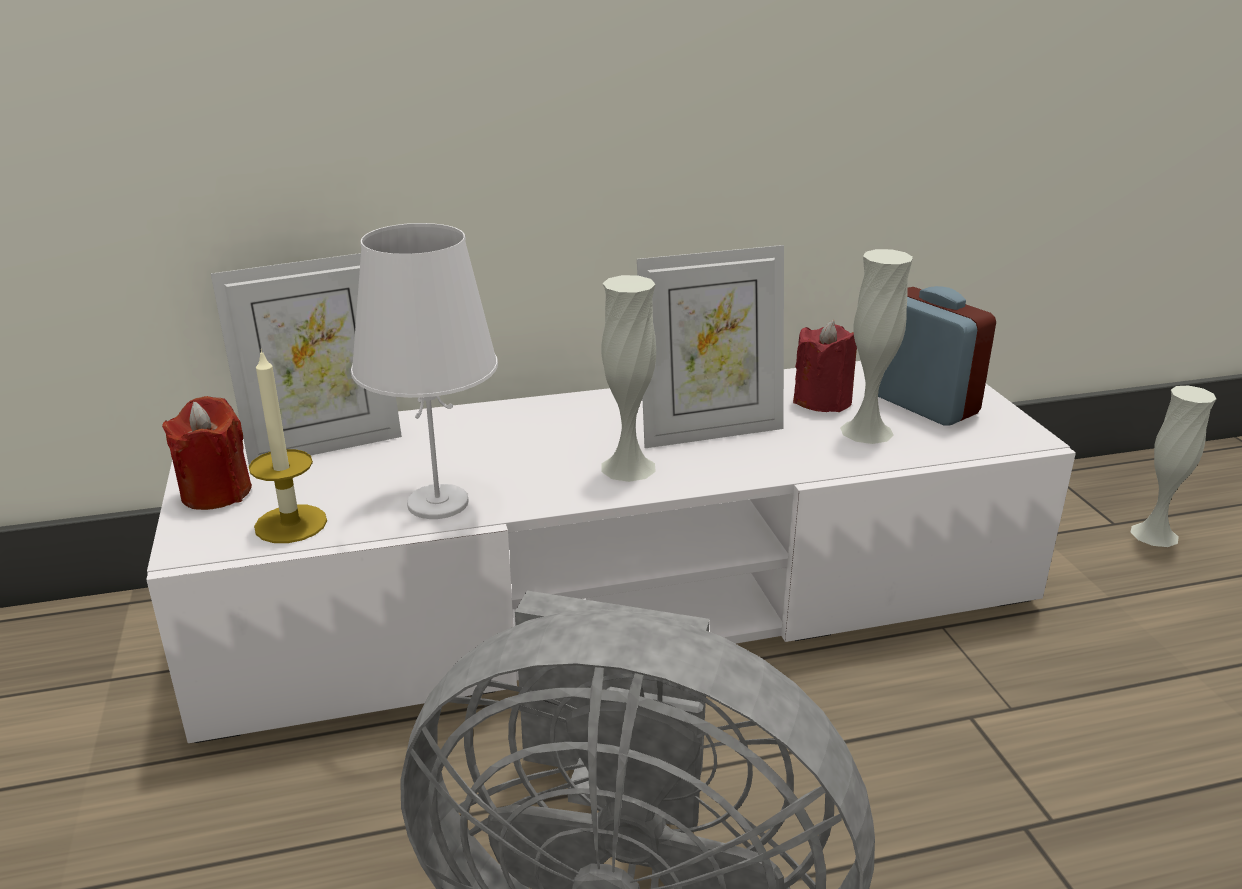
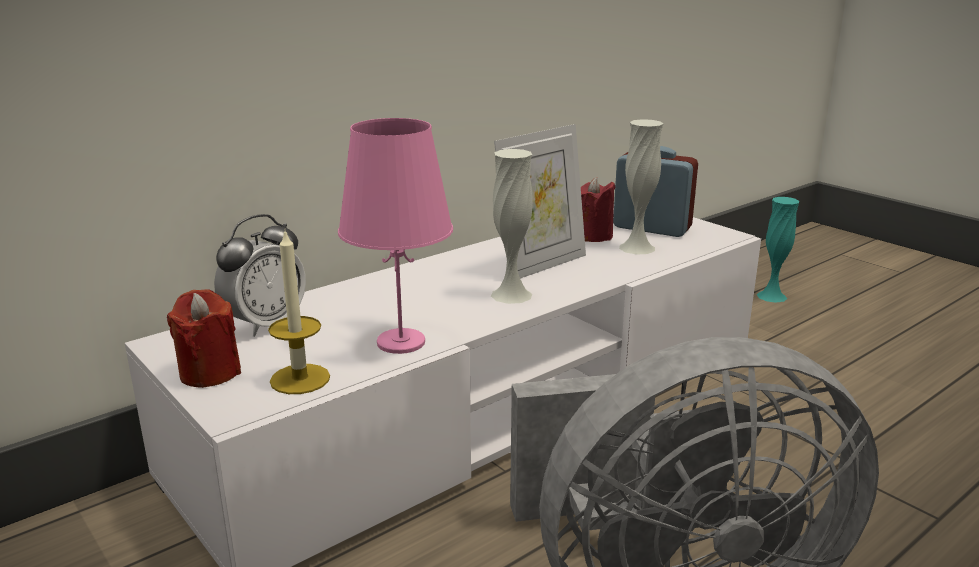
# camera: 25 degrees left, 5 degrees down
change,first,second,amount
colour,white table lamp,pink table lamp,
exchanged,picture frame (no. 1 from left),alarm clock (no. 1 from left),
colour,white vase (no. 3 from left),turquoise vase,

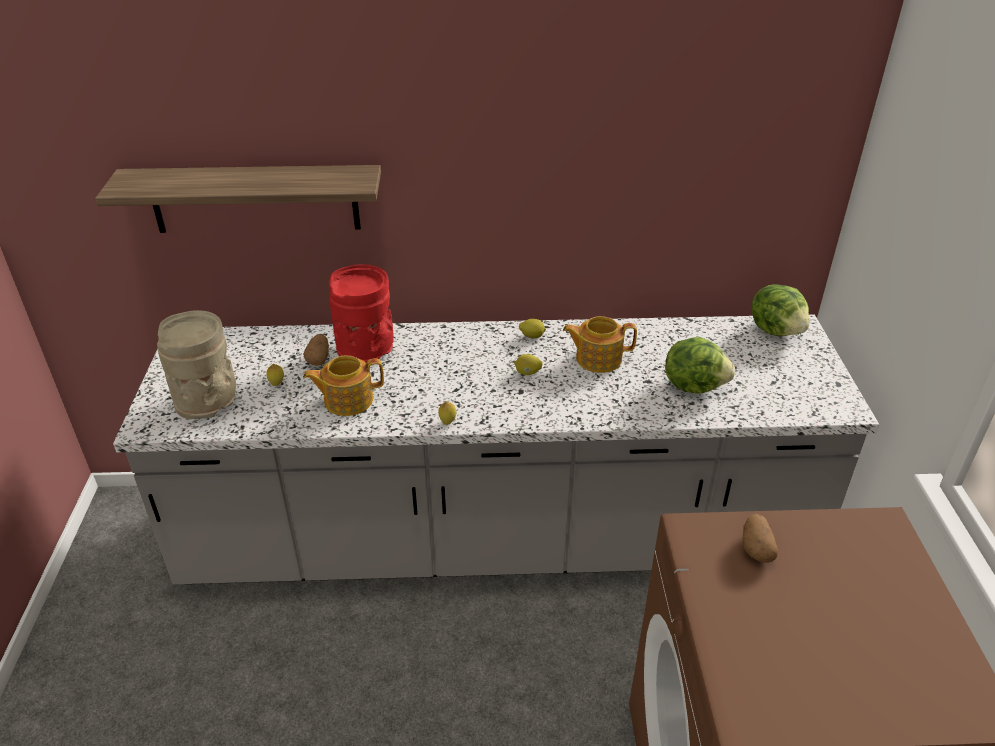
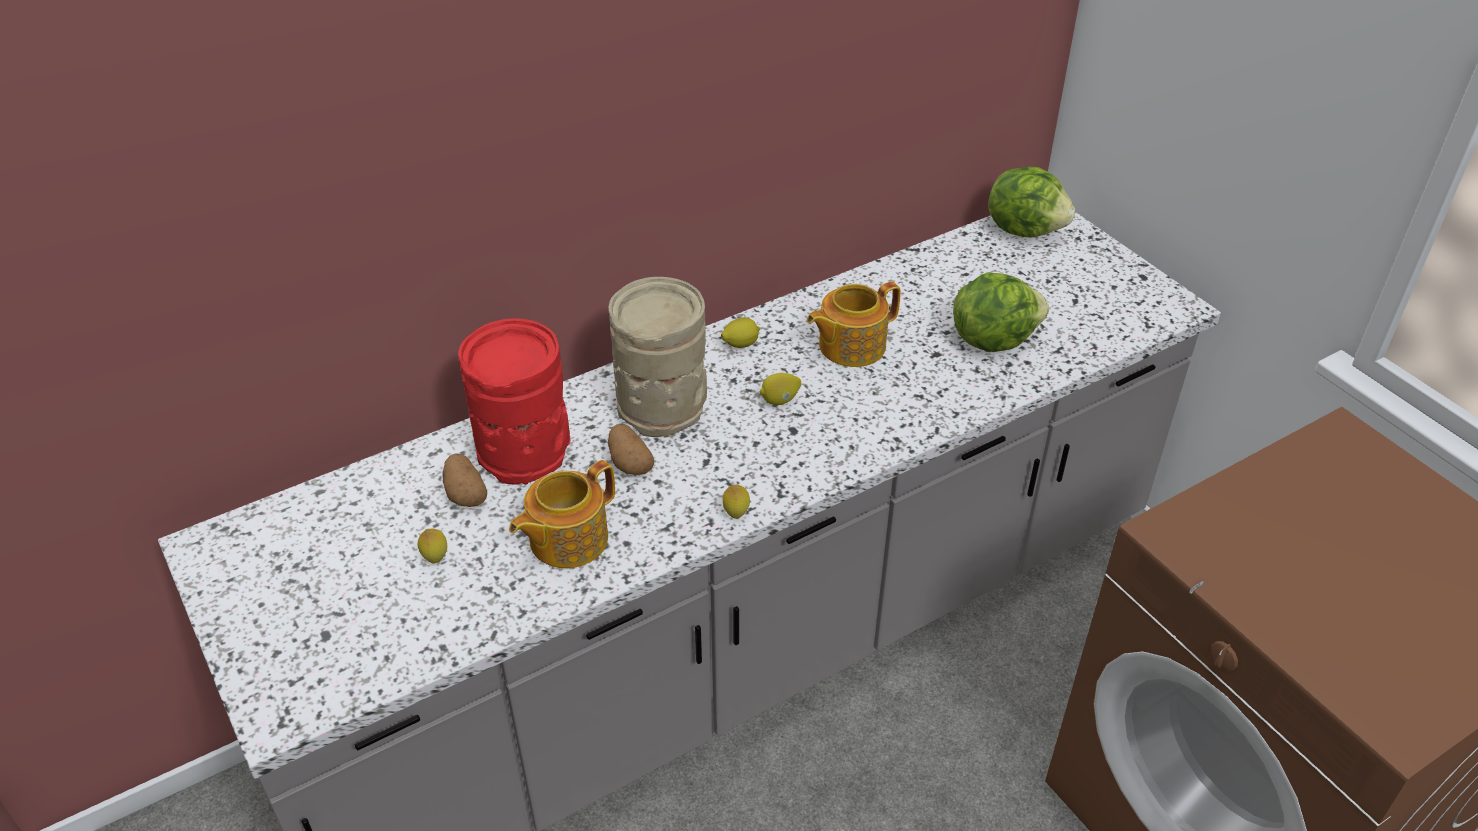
# camera: 30 degrees left, 5 degrees up
change,first,second,amount
missing,shelf,,
relocated,beige vase,,
relocated,potato (no. 2 from left),,

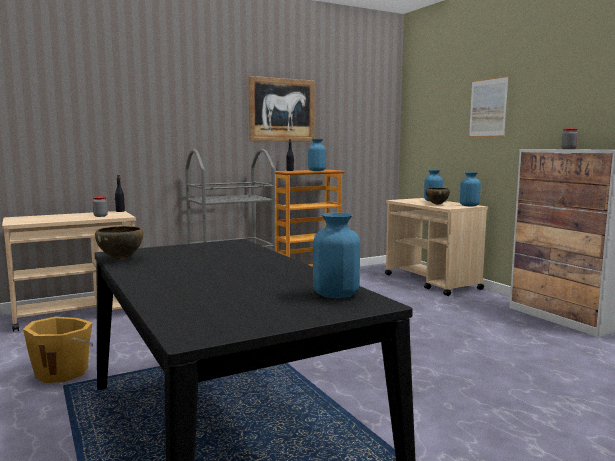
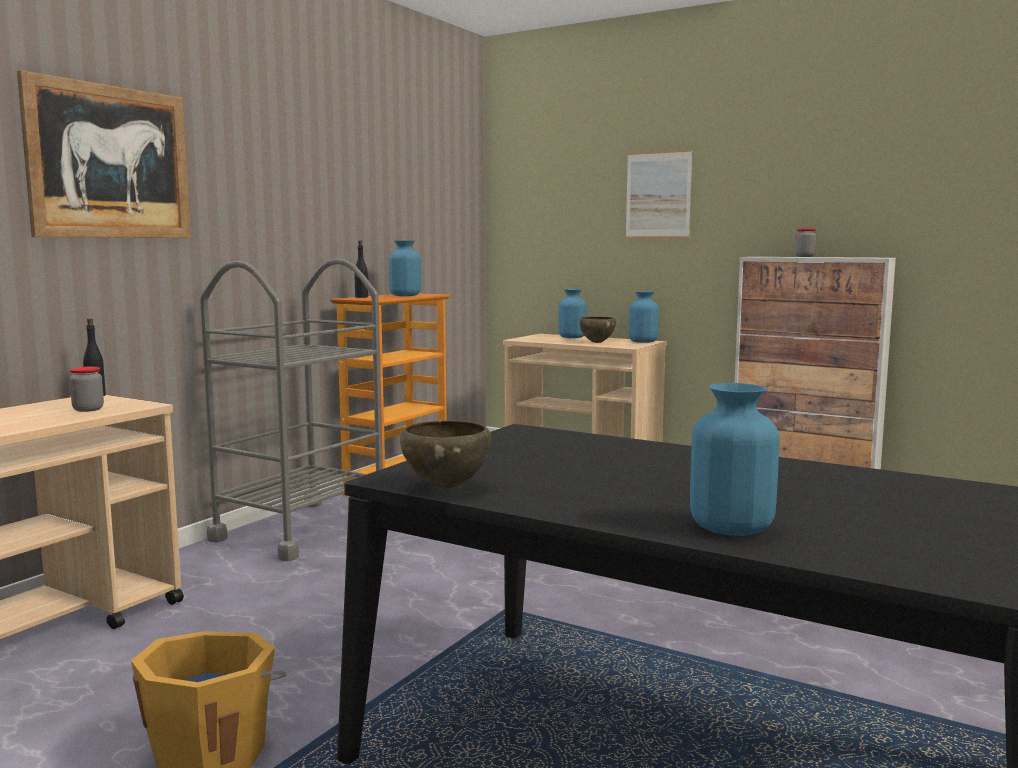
# camera: 30 degrees left, 0 degrees up
change,first,second,amount
relocated,picture (no. 1 from left),,
relocated,blue vase (no. 2 from left in the first image),blue vase (no. 4 from left),

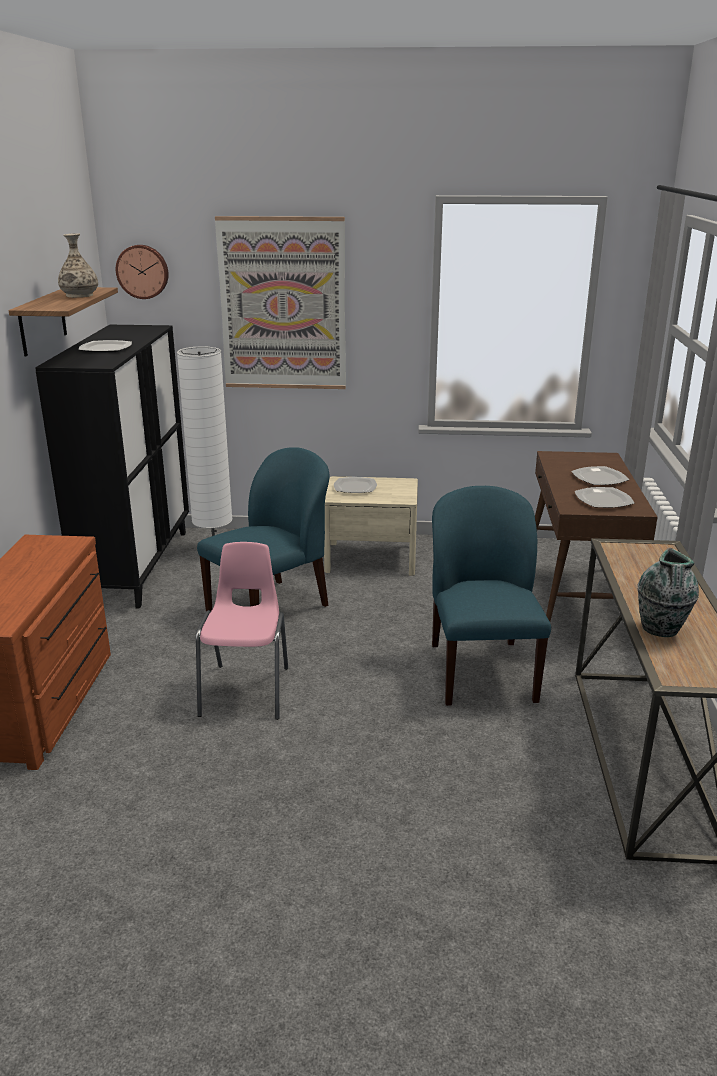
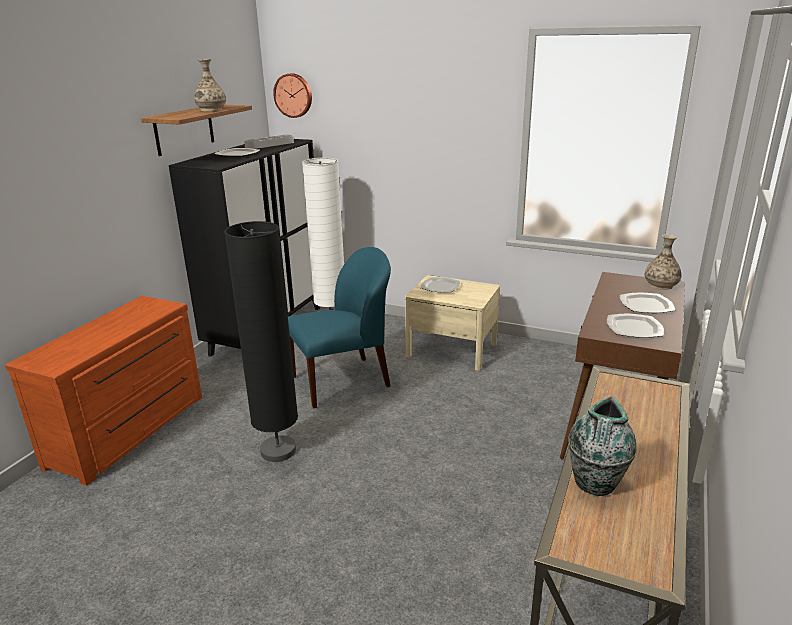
# camera: 20 degrees right, 0 degrees up
change,first,second,amount
missing,picture,,
missing,blue chair (no. 2 from left),,
exchanged,pink chair,black floor lamp,
appeared,,grey tray,
appeared,,vase (no. 3 from left),

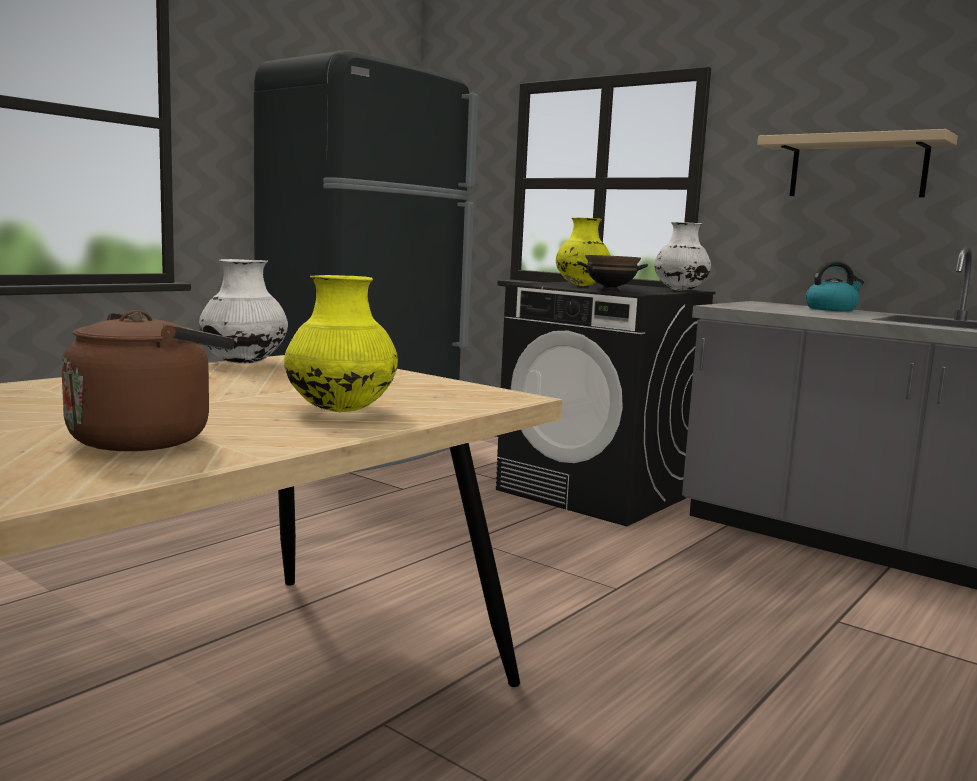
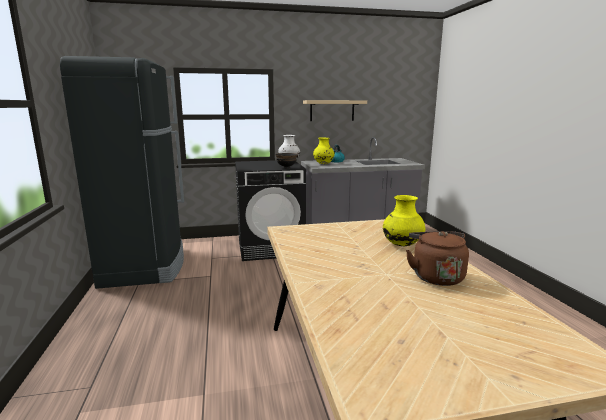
# camera: 50 degrees left, 5 degrees up
change,first,second,amount
relocated,yellow vase (no. 2 from left in the first image),yellow vase (no. 1 from left),
missing,white vase (no. 1 from left),,

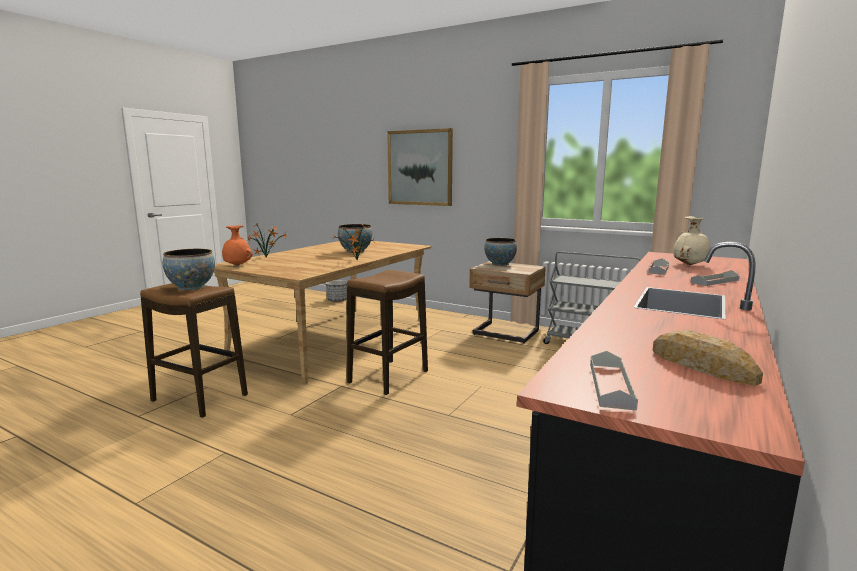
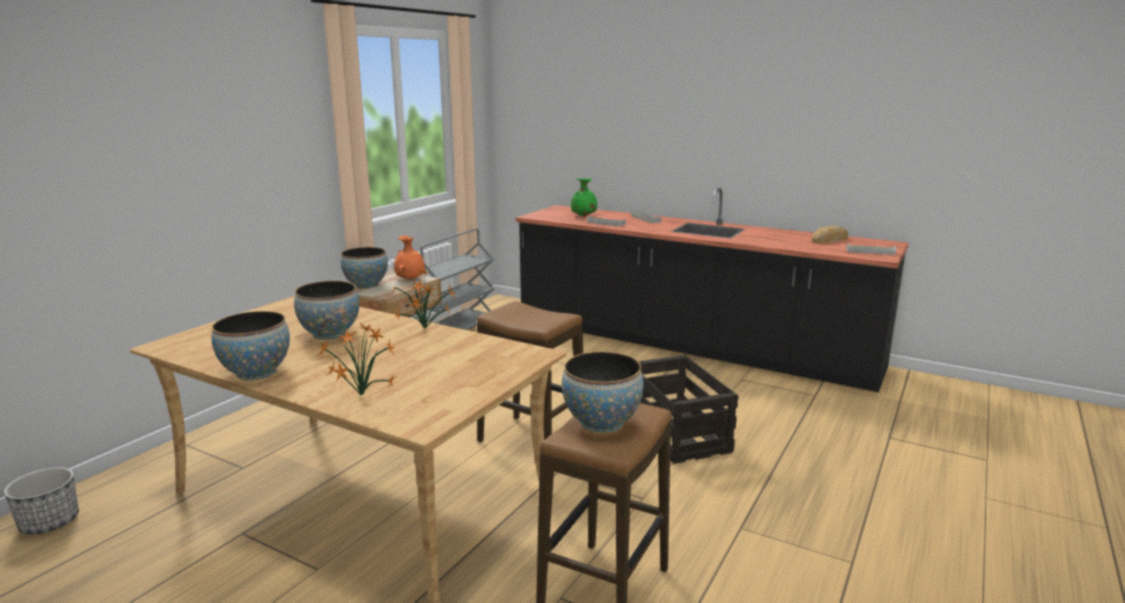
# camera: 90 degrees left, 5 degrees up
change,first,second,amount
missing,picture,,
colour,beige vase,green vase,
relocated,orange vase,,
appeared,,bowl (no. 1 from left),
appeared,,crate,

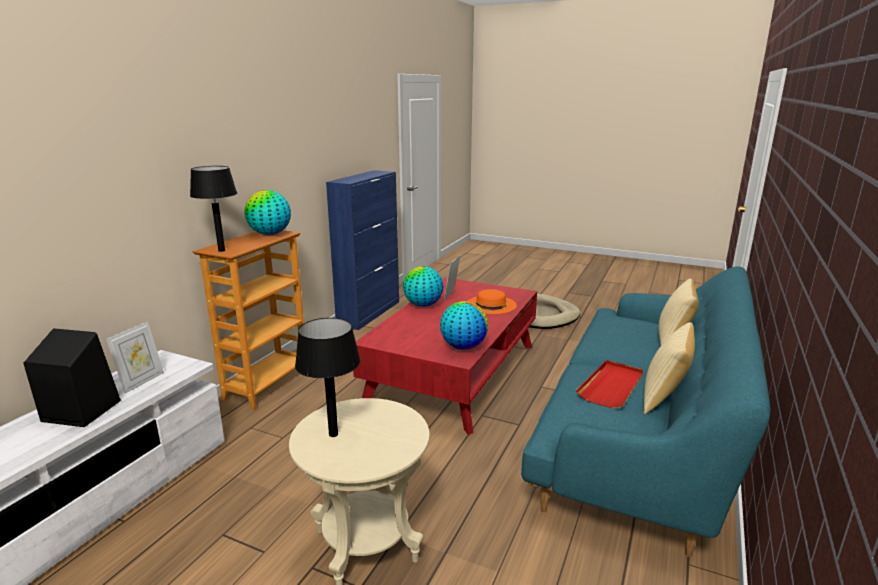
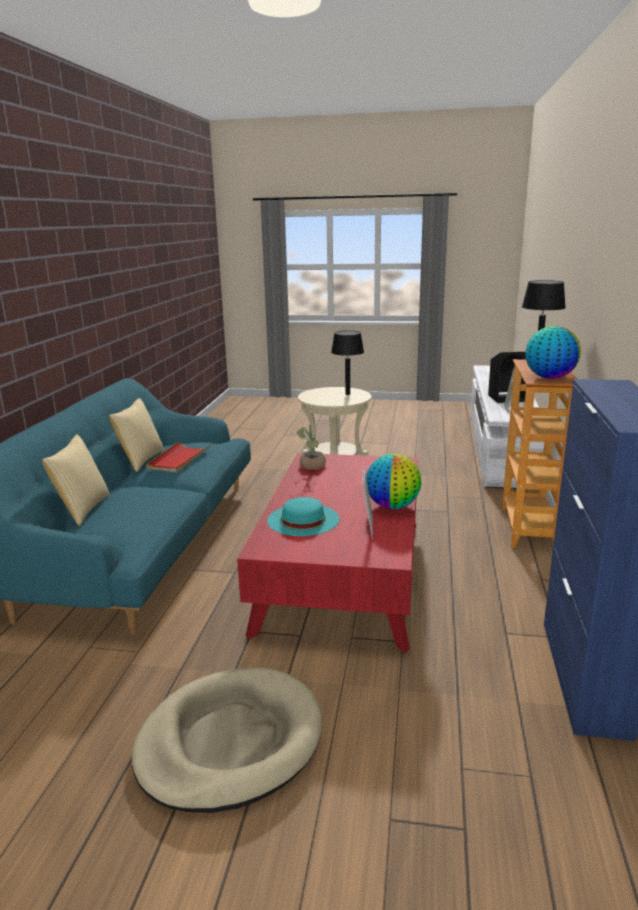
# camera: 165 degrees right, 0 degrees up
change,first,second,amount
colour,orange hat,turquoise hat,
exchanged,globe (no. 3 from left),potted plant,

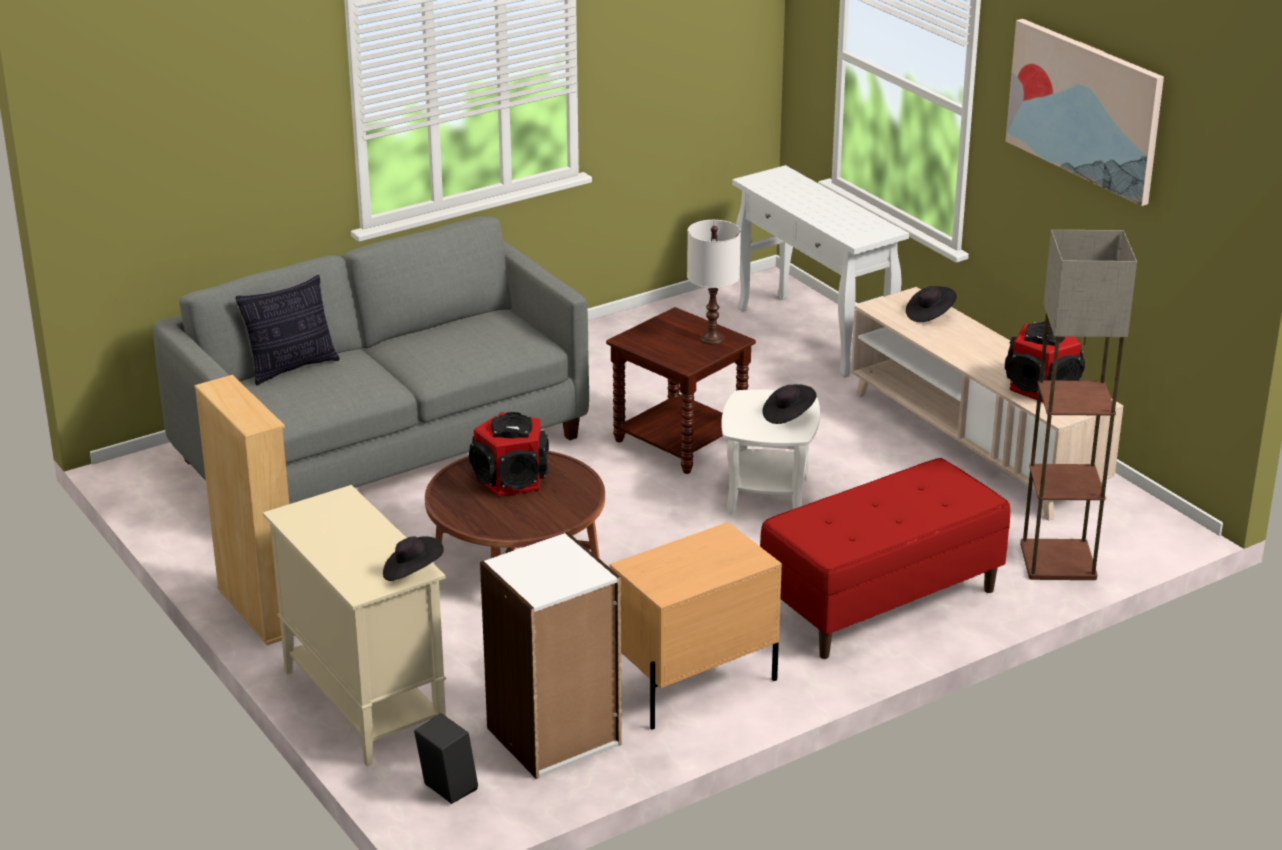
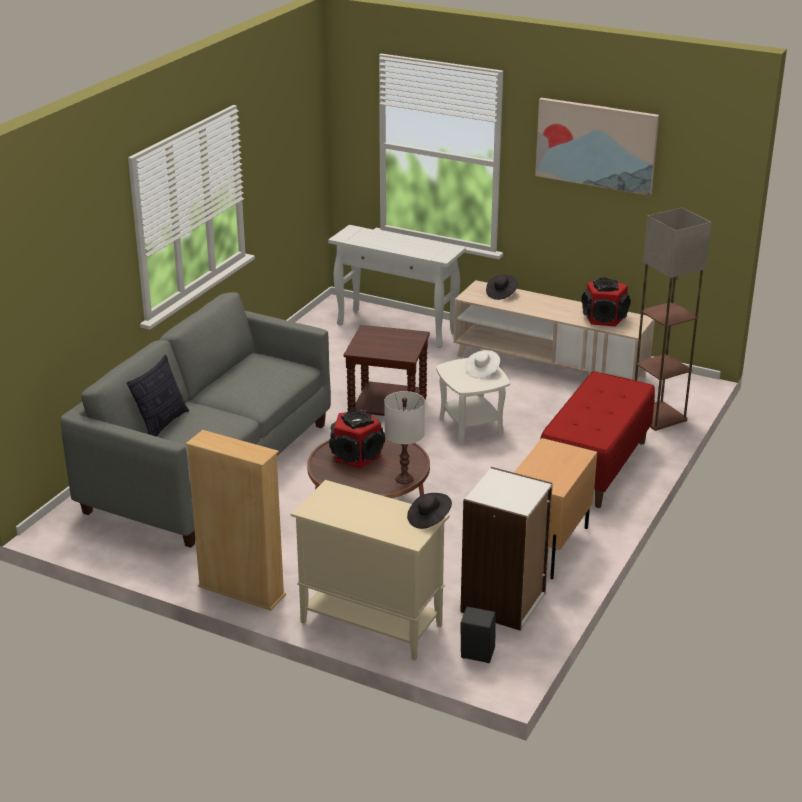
# camera: 30 degrees left, 0 degrees up
change,first,second,amount
relocated,white table lamp,,
colour,black hat (no. 2 from left),white hat,

